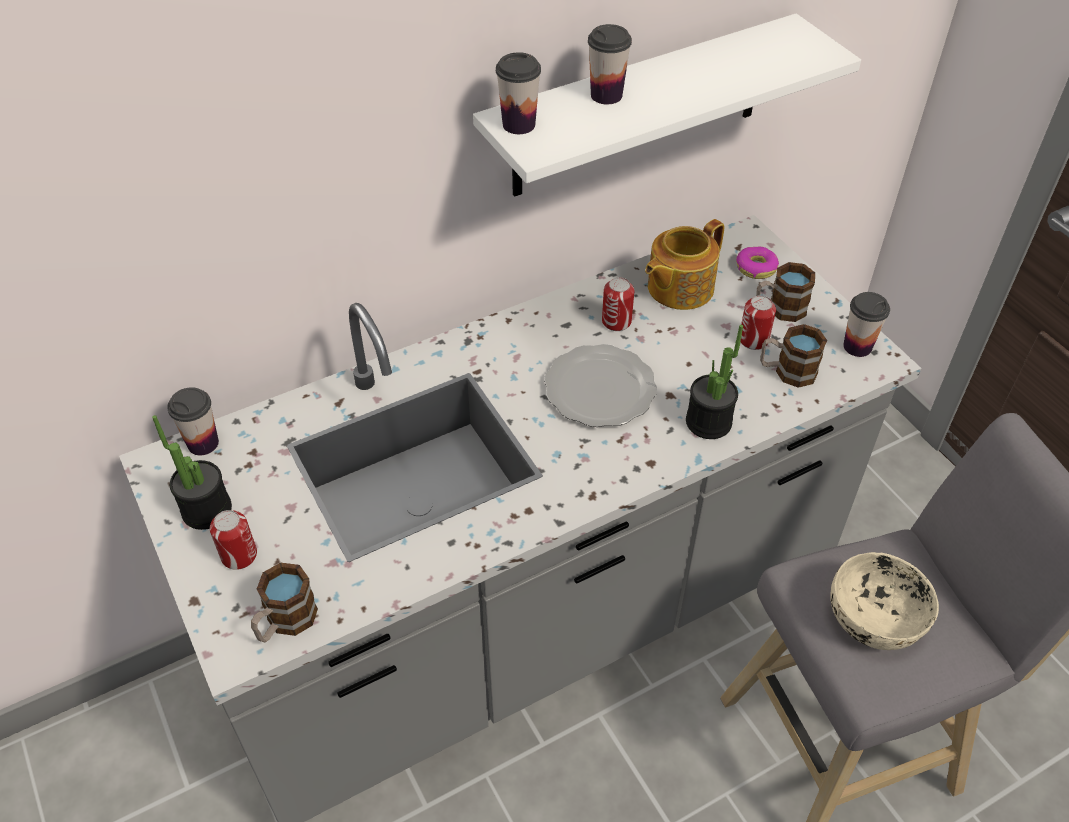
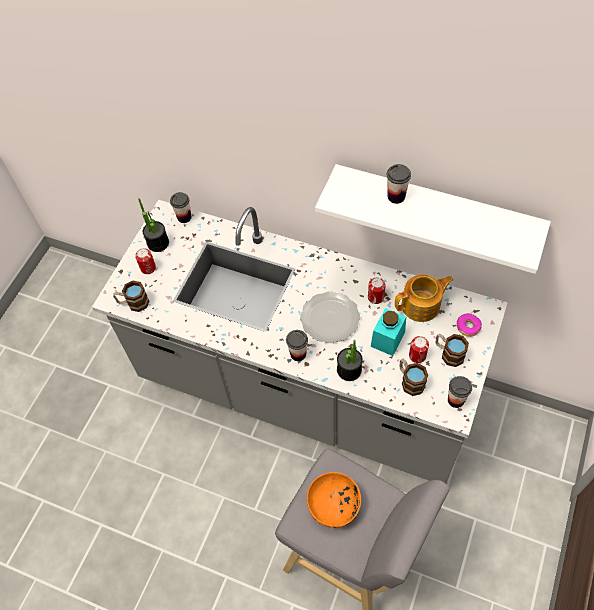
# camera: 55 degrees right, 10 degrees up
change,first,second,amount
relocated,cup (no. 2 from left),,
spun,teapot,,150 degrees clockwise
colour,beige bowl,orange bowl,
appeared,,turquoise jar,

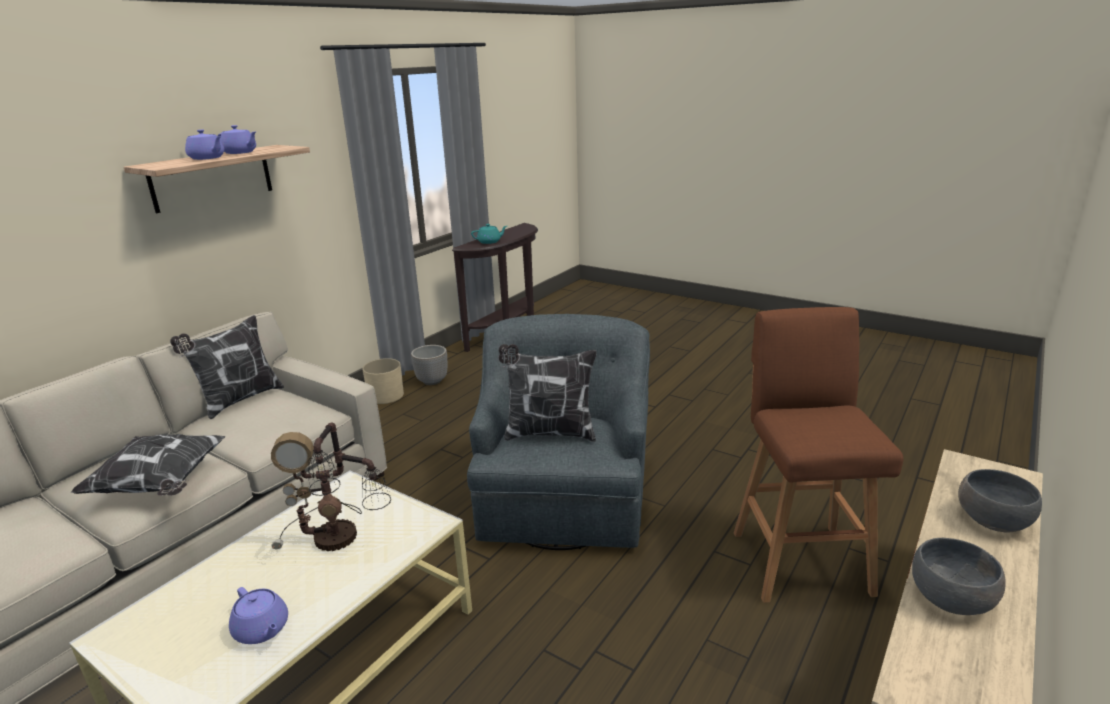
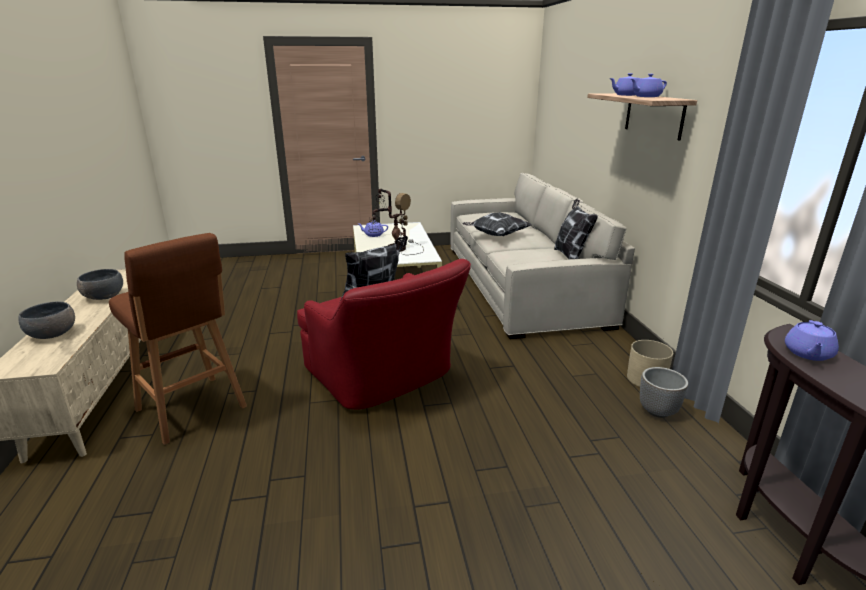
# camera: 135 degrees right, 0 degrees up
change,first,second,amount
colour,turquoise teapot,purple teapot (no. 4 from left),
colour,grey armchair,red armchair,

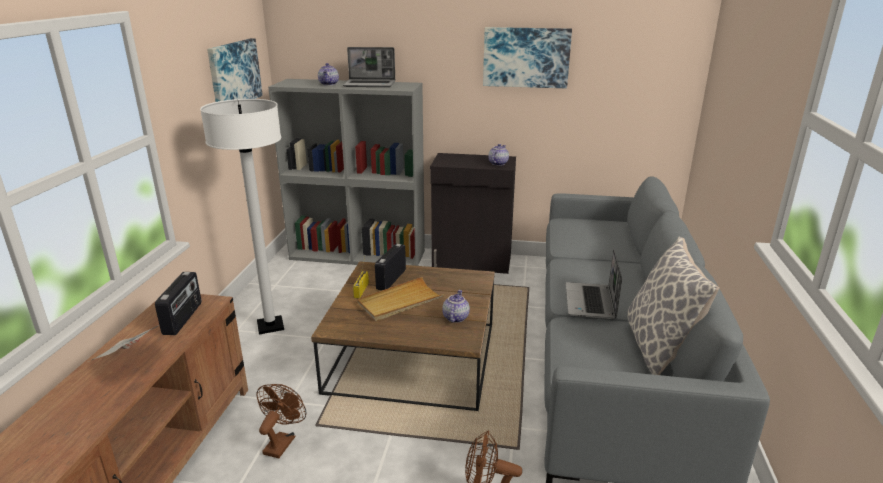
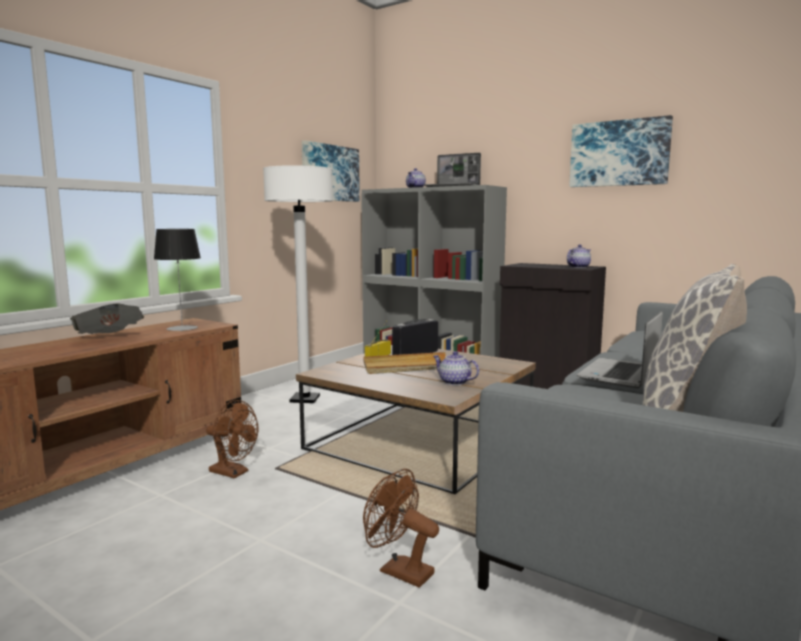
# camera: 25 degrees right, 15 degrees down
change,first,second,amount
exchanged,radio (no. 1 from left),table lamp,
spun,teapot (no. 2 from left),,90 degrees counterclockwise
spun,brown fan (no. 1 from left),,75 degrees clockwise

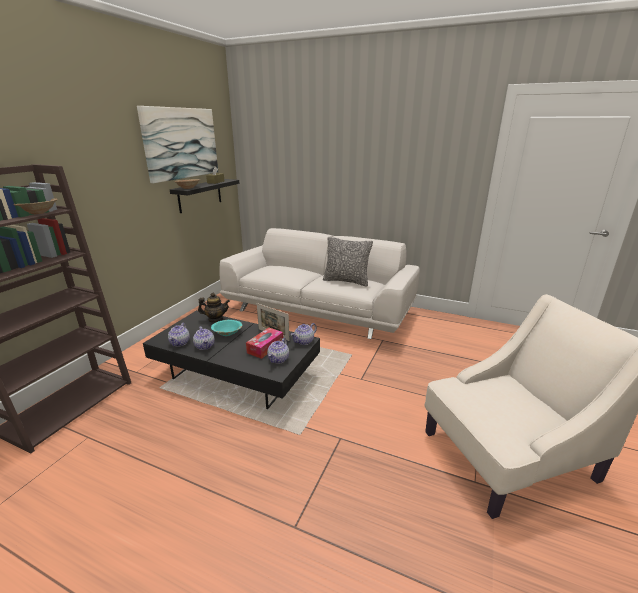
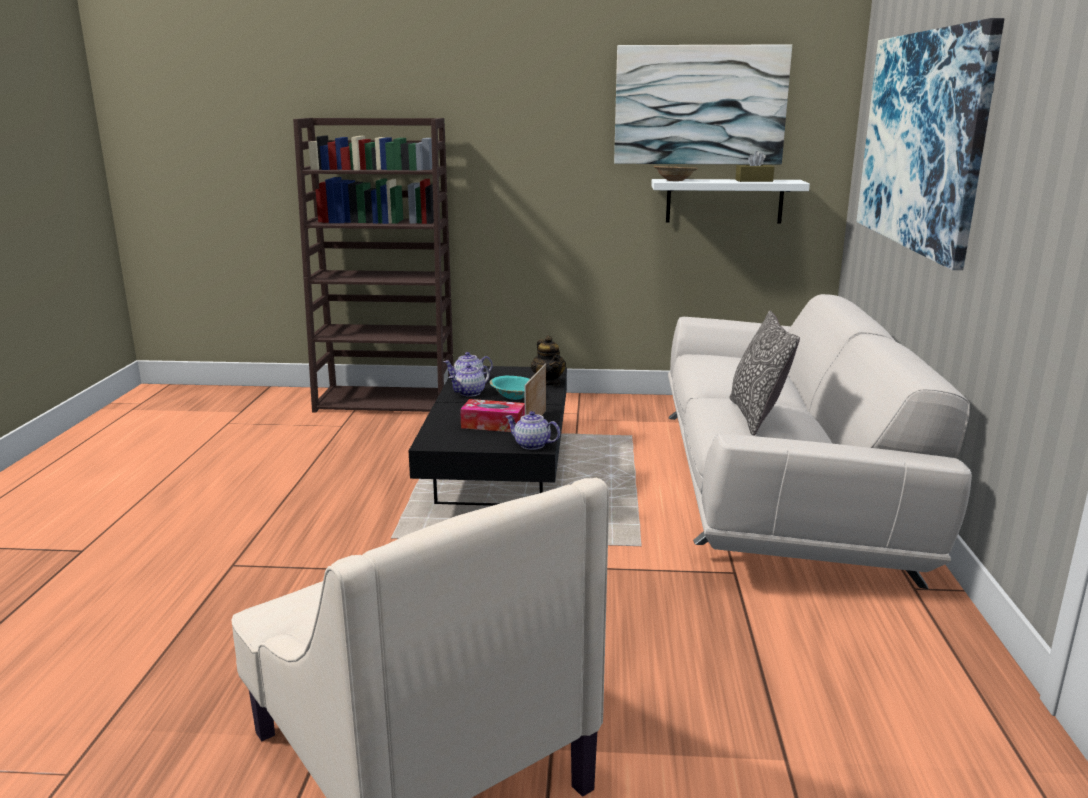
# camera: 70 degrees right, 5 degrees down
change,first,second,amount
colour,black shelf,white shelf,
missing,brown bowl (no. 1 from left),,
missing,teapot (no. 4 from left),,
appeared,,picture (no. 2 from left),

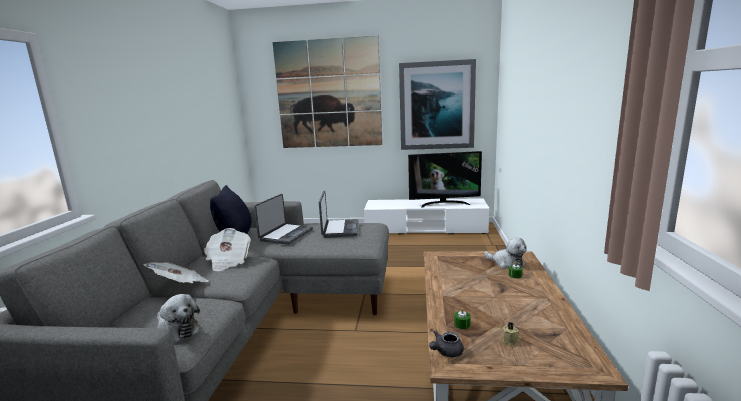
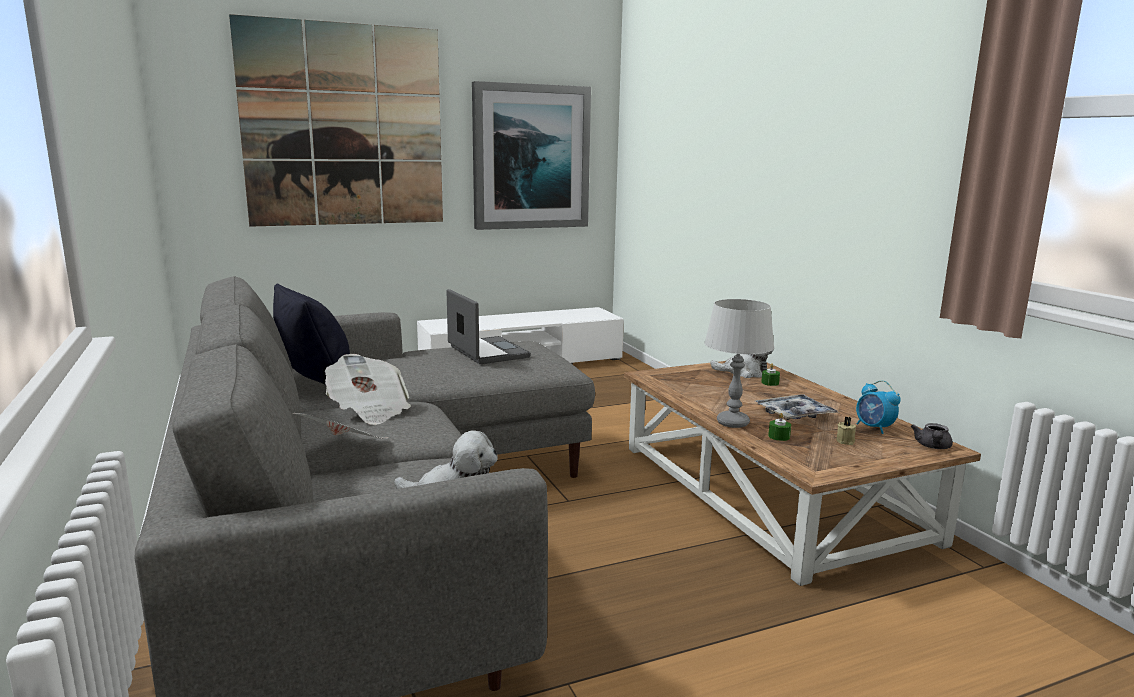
# camera: 30 degrees left, 0 degrees up
change,first,second,amount
missing,television,,
missing,laptop (no. 1 from left),,
relocated,grey teapot,,
appeared,,grey table lamp,
appeared,,alarm clock,
appeared,,tray,

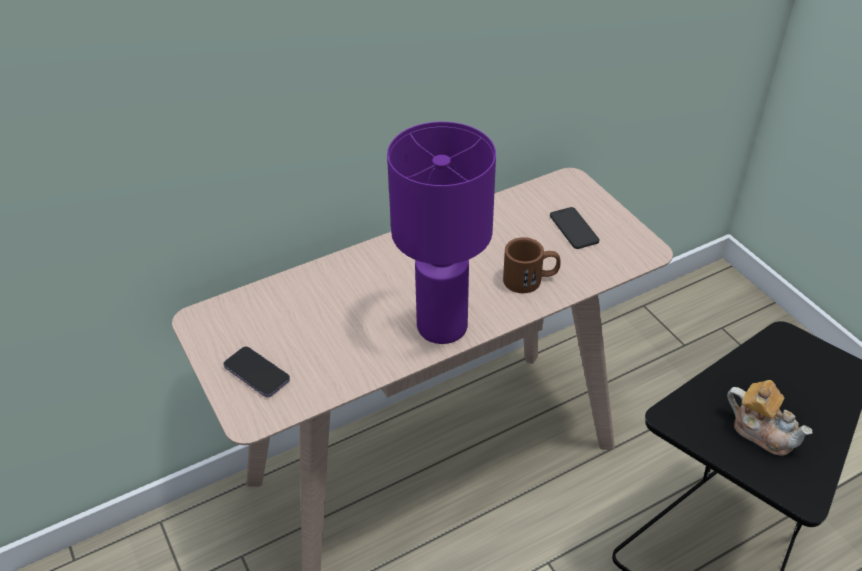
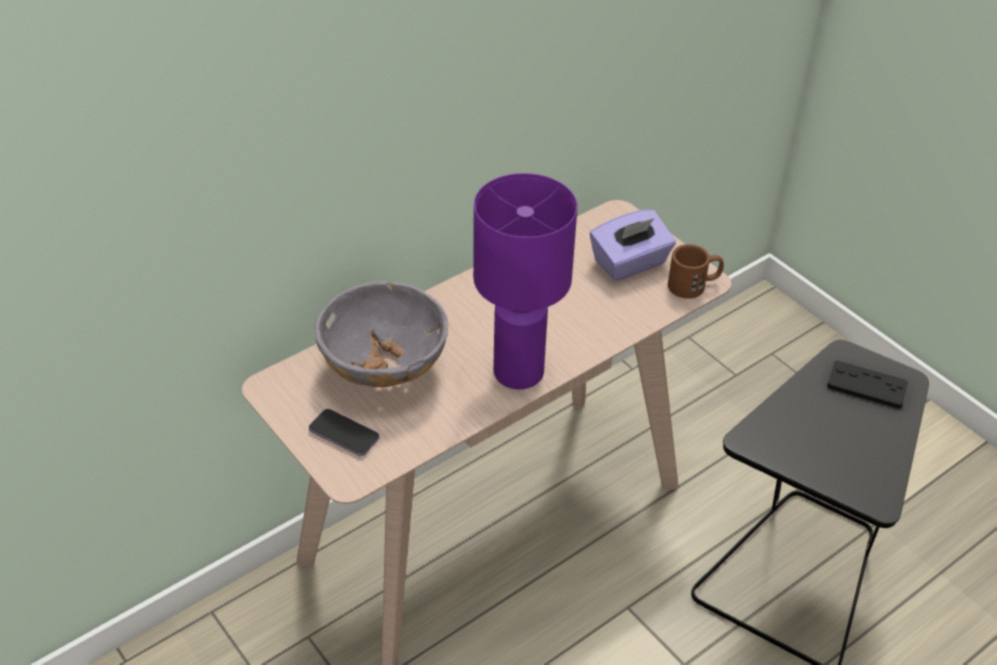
# camera: 10 degrees left, 0 degrees up
change,first,second,amount
exchanged,phone (no. 2 from left),purple tissue box,
relocated,brown mug,,
missing,teapot,,
appeared,,grey bowl,
appeared,,black game controller,

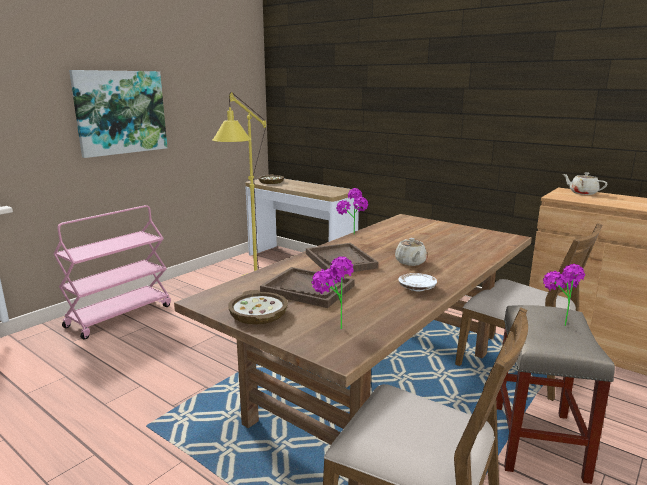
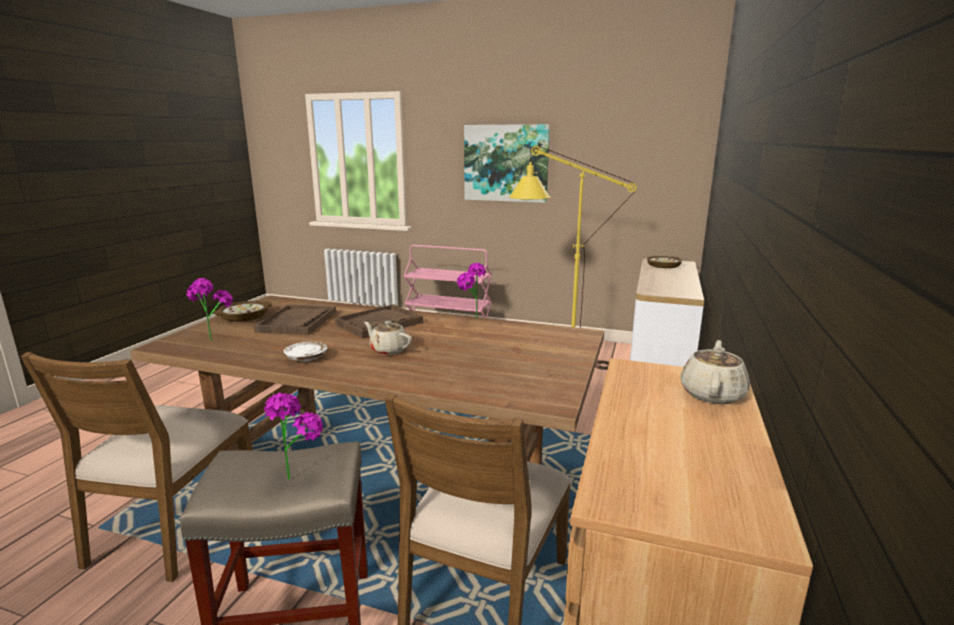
# camera: 70 degrees right, 0 degrees up
change,first,second,amount
spun,beige teapot (no. 1 from left),,60 degrees clockwise

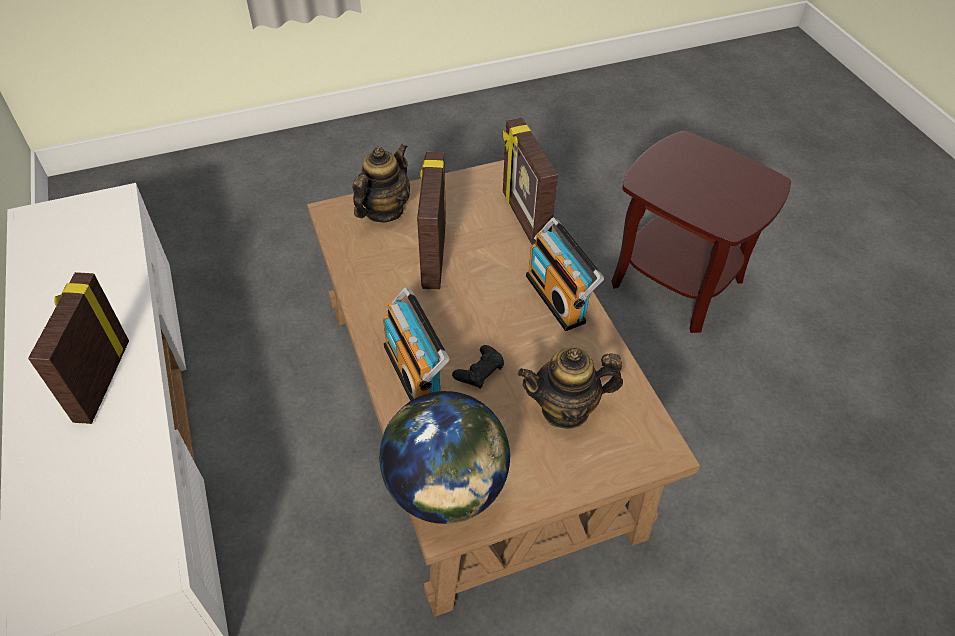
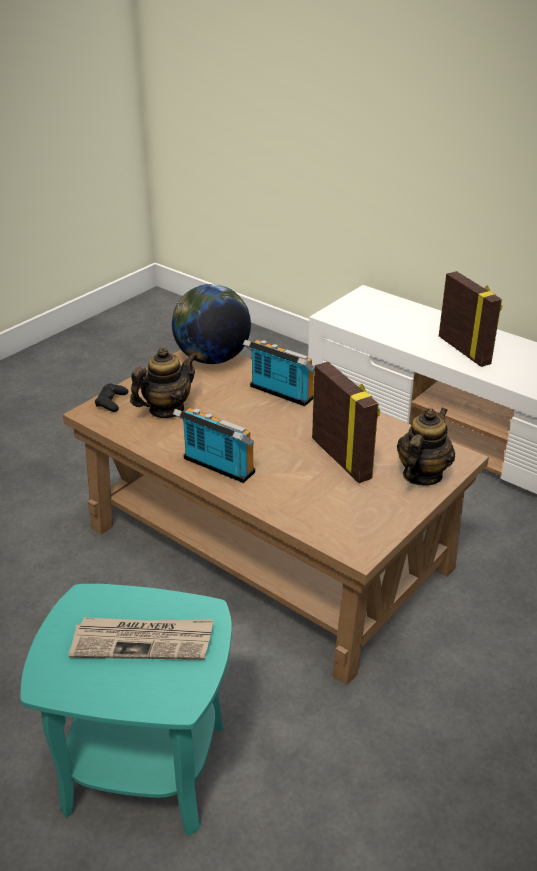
# camera: 150 degrees right, 15 degrees down
change,first,second,amount
missing,picture frame (no. 3 from left),,
colour,brown side table,turquoise side table,
spun,teapot (no. 1 from left in the first image),teapot (no. 2 from left),150 degrees counterclockwise
relocated,black game controller,,
appeared,,newspaper,

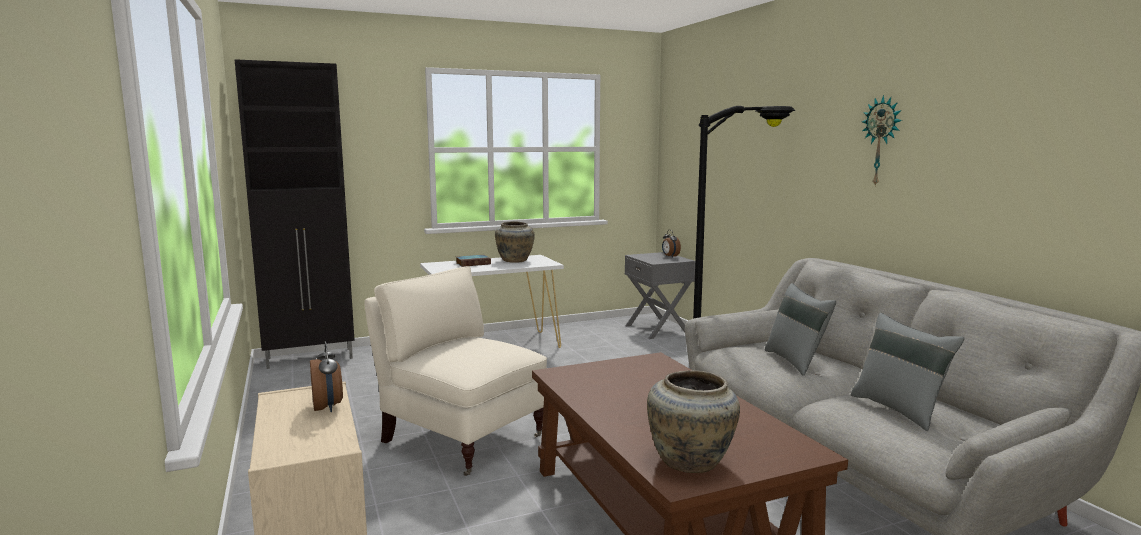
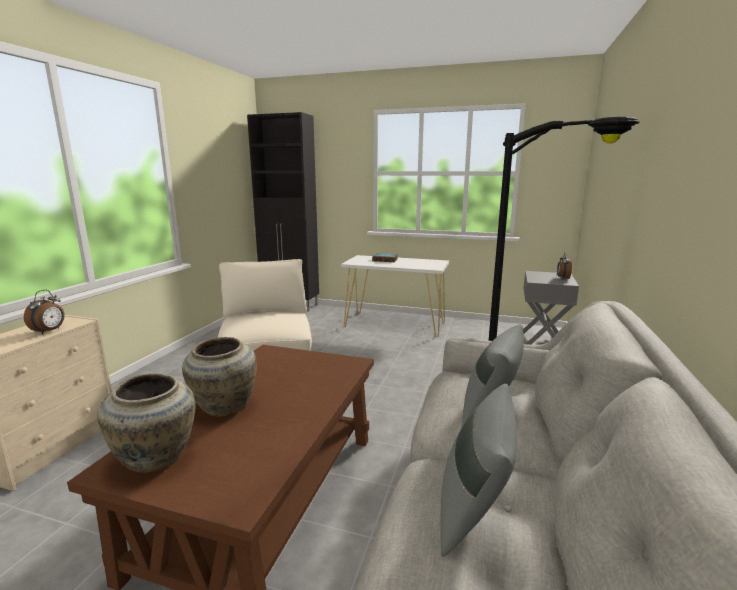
# camera: 40 degrees right, 5 degrees up
change,first,second,amount
missing,wall clock,,
relocated,beige vase (no. 1 from left in the first image),beige vase (no. 2 from left),

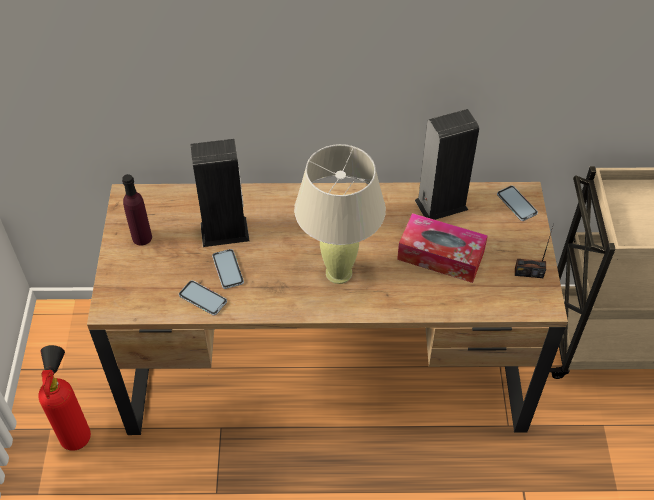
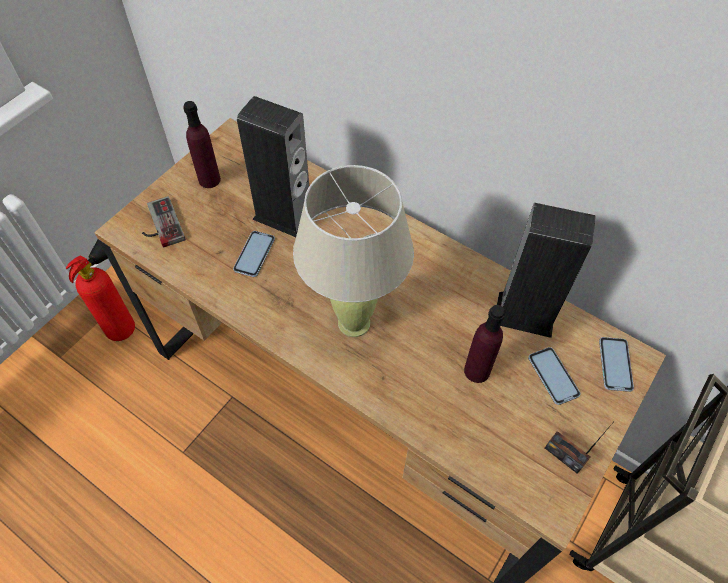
# camera: 35 degrees right, 5 degrees up
change,first,second,amount
exchanged,tissue box,purple bottle (no. 2 from left),
relocated,phone (no. 1 from left in the first image),phone (no. 2 from left),
appeared,,game controller,

